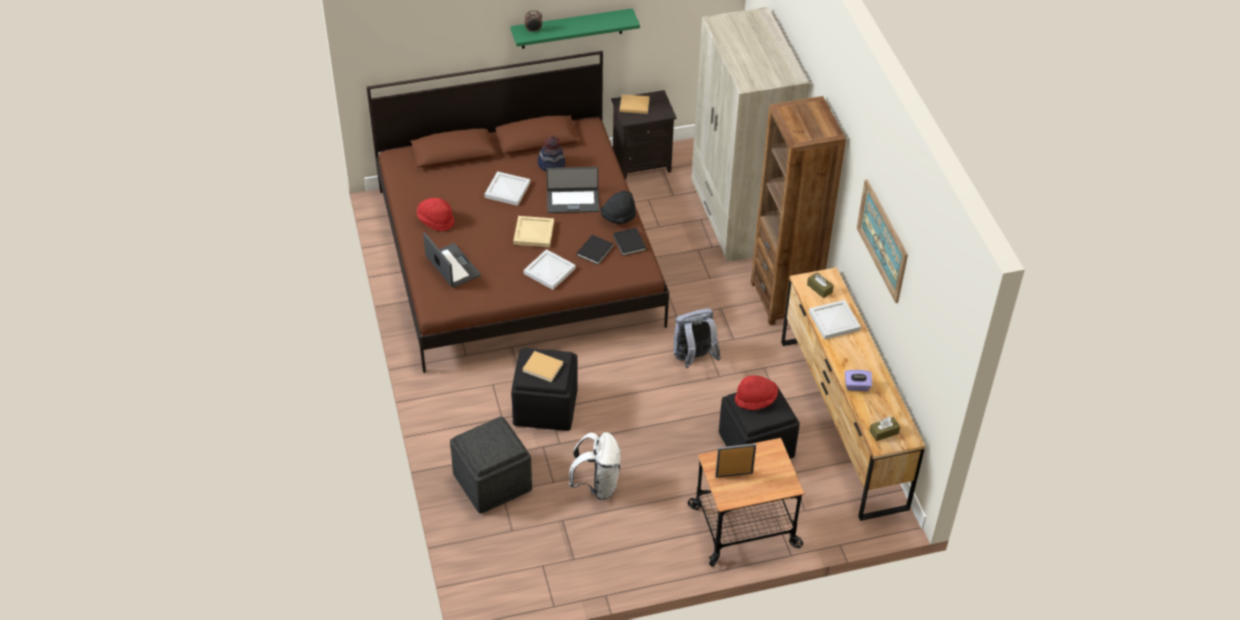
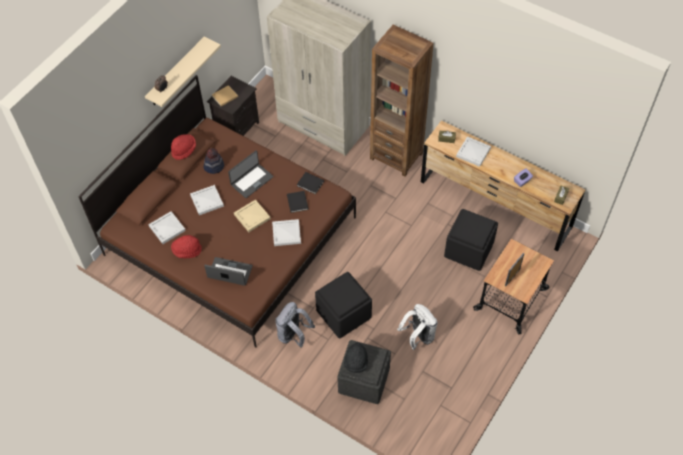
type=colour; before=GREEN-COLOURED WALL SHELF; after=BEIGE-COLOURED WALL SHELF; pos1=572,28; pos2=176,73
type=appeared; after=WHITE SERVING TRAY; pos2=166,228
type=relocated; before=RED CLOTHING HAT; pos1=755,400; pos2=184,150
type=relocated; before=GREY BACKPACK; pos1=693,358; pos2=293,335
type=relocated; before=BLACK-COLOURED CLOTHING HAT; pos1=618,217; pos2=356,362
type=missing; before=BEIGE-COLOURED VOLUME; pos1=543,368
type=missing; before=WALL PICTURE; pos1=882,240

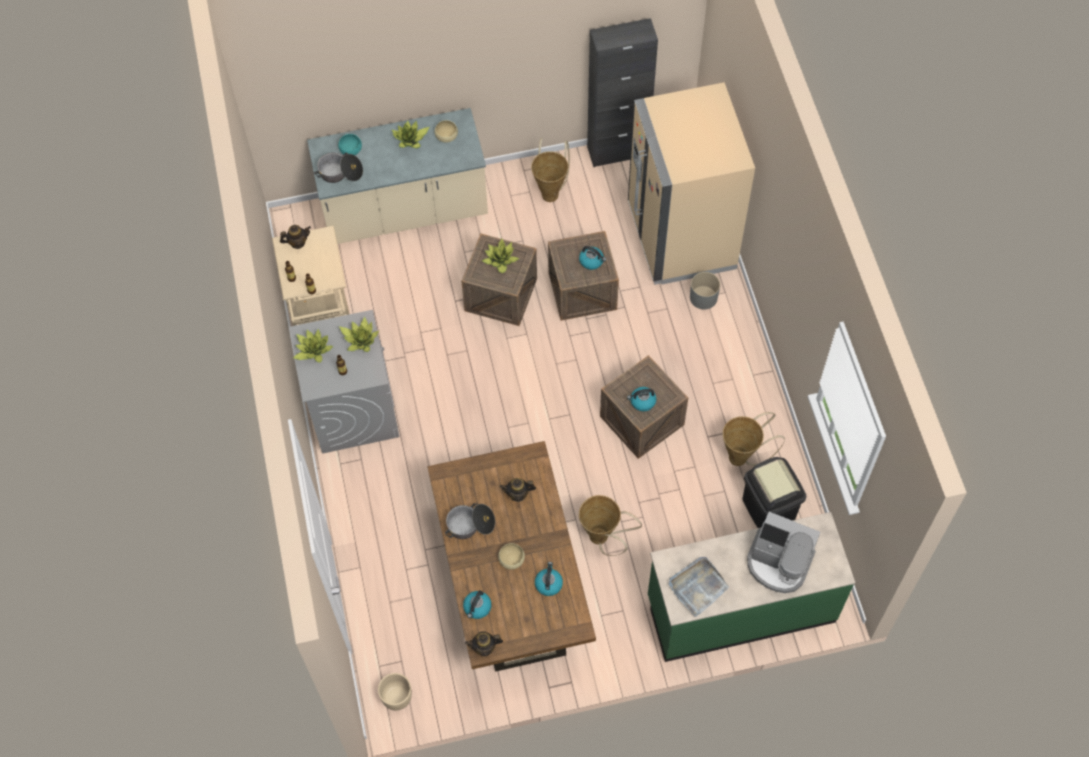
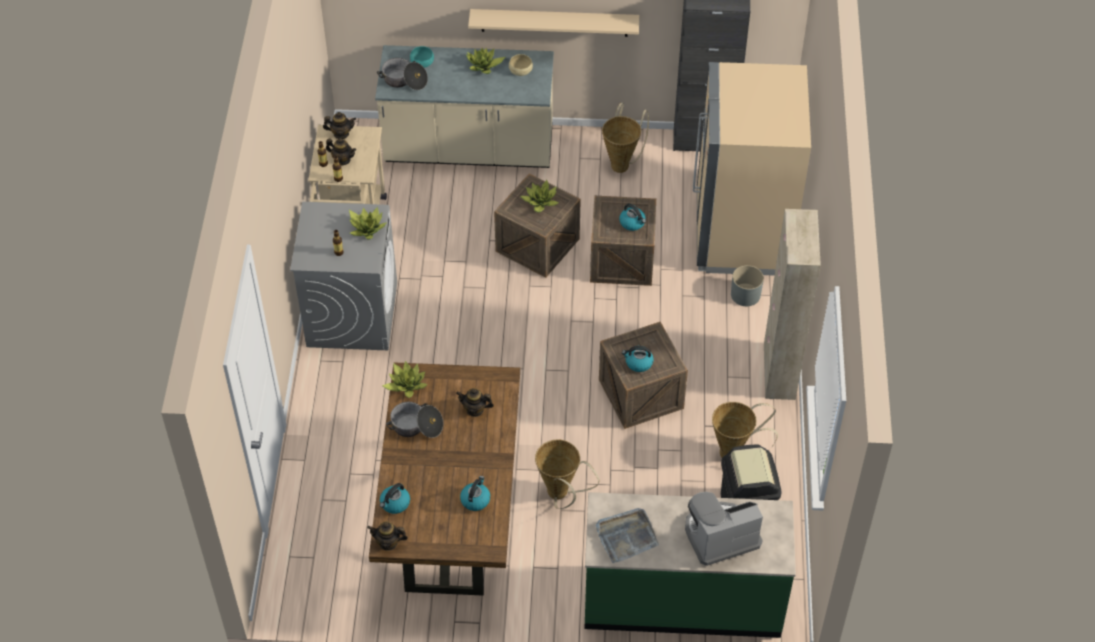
type=appeared; after=TEA POT; pos2=342,160
type=relocated; before=HOUSEPLANT; pos1=313,350; pos2=406,385
type=appeared; after=BEIGE-COLOURED WALL SHELF; pos2=554,22
type=spun; before=COFFEE MAKER; pos1=779,562; pos2=720,535; turn=120
type=appeared; after=BEIGE-COLOURED STORAGE CABINET; pos2=779,372
type=missing; before=BEIGE-COLOURED FLOWER POT; pos1=397,697
type=missing; before=BEIGE-COLOURED SERVING BOWL; pos1=511,559

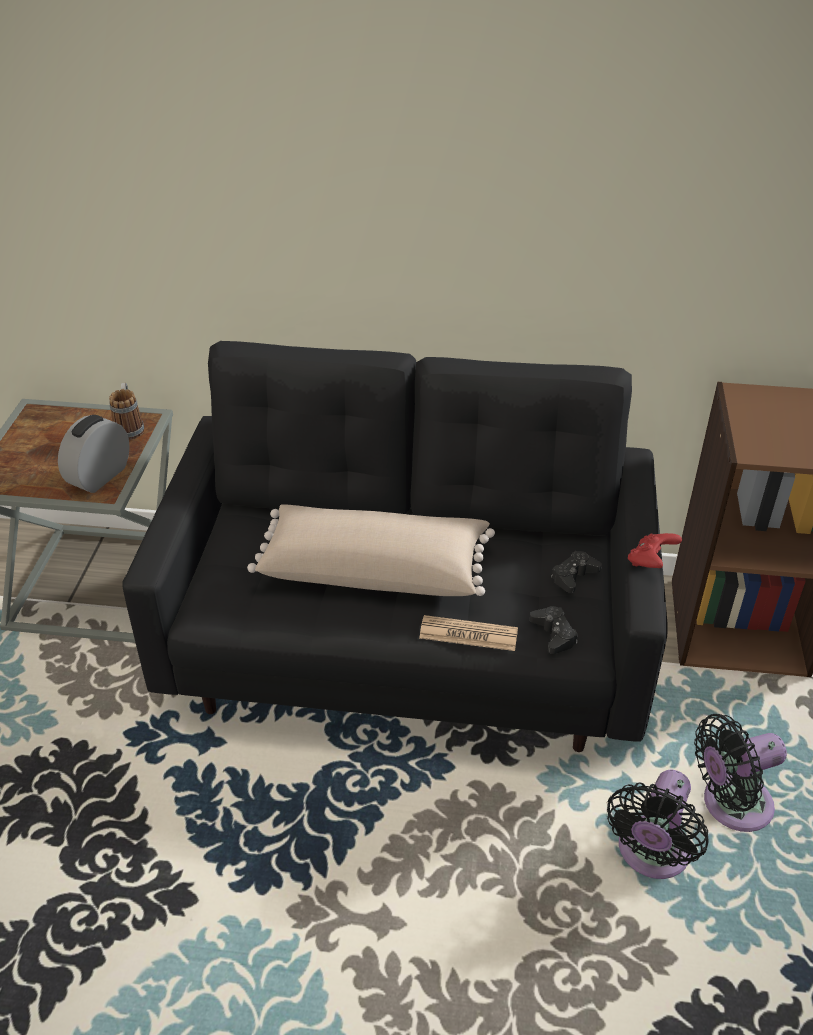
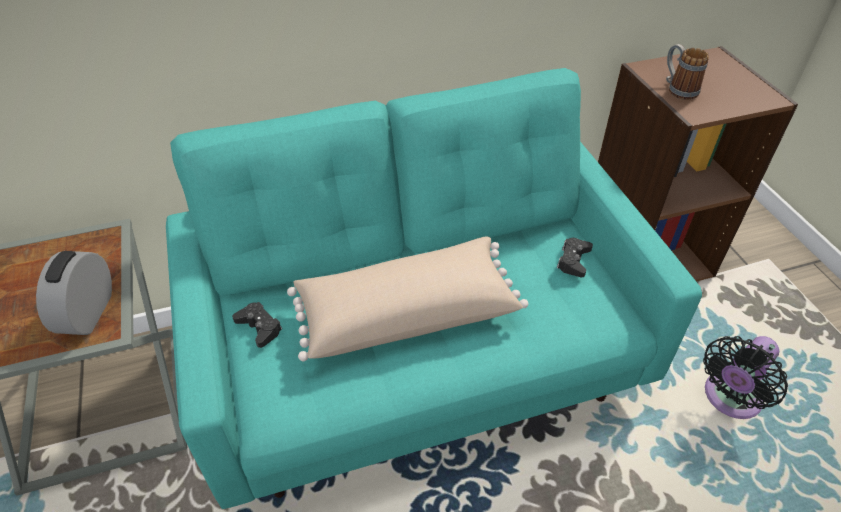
type=colour; before=BLACK-COLOURED SETTEE; after=TURQUOISE-COLOURED SETTEE; pos1=408,651; pos2=422,366
type=relocated; before=BLACK-COLOURED JOYPAD; pos1=554,634; pos2=259,327
type=relocated; before=TEA MUG; pos1=129,427; pos2=678,89
type=missing; before=NEWSPAPER; pos1=468,634
type=missing; before=BLACK-COLOURED COOLING FAN; pos1=650,855
type=missing; before=RED JOYPAD; pos1=650,562

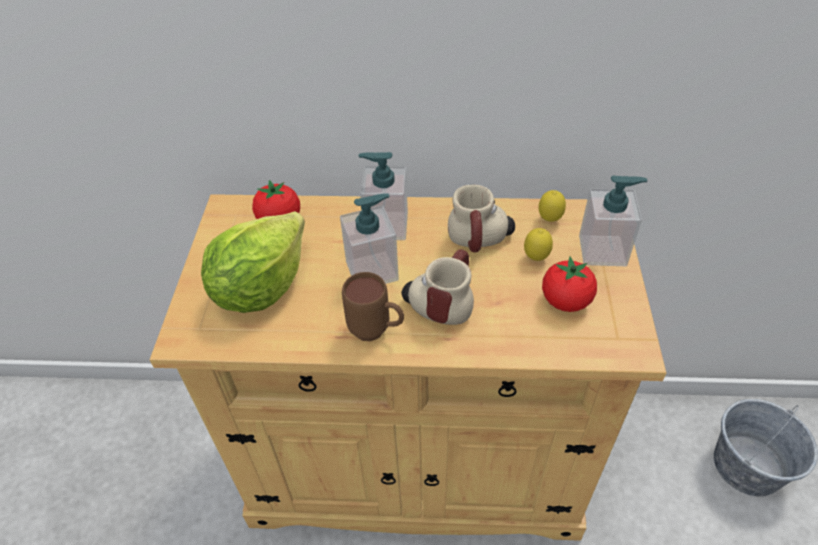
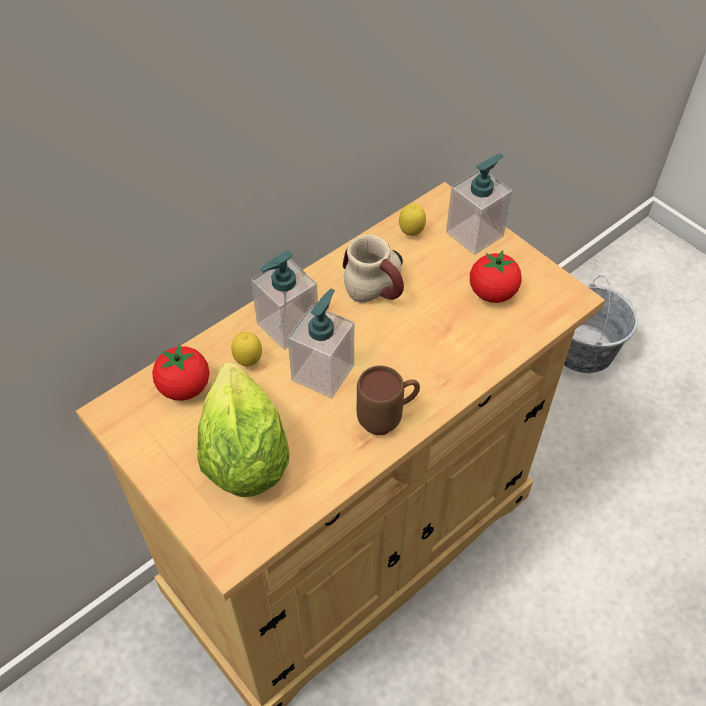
type=relocated; before=WHOLE LEMON; pos1=535,258; pos2=248,362
type=missing; before=TEA MUG; pos1=440,301

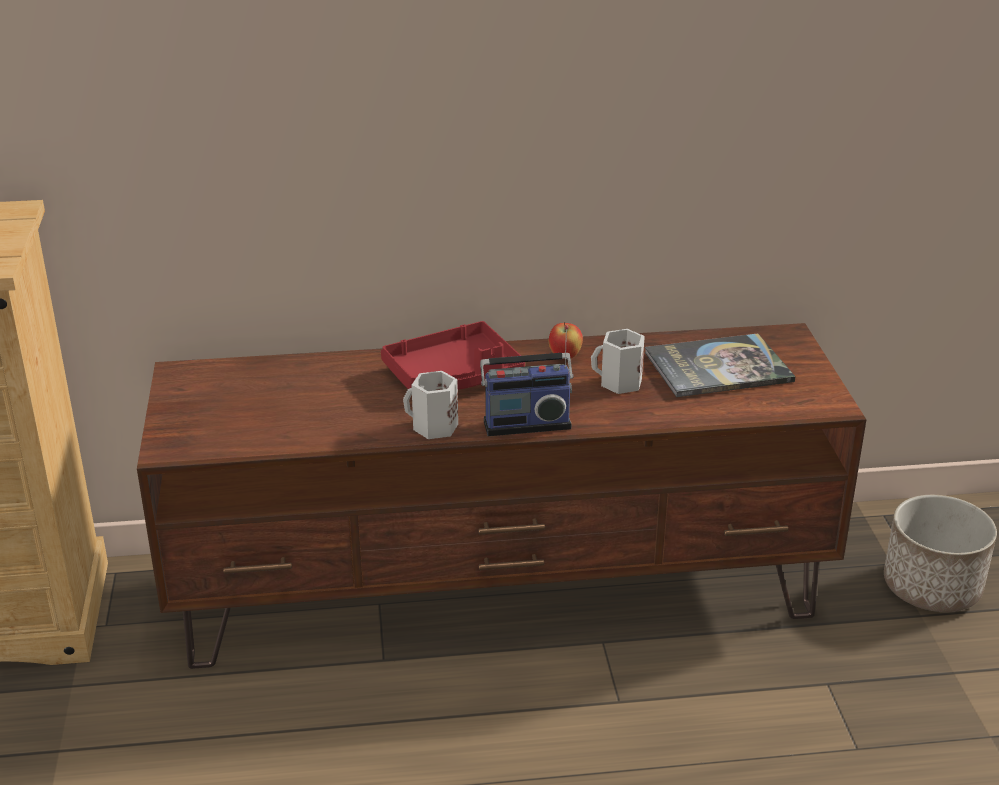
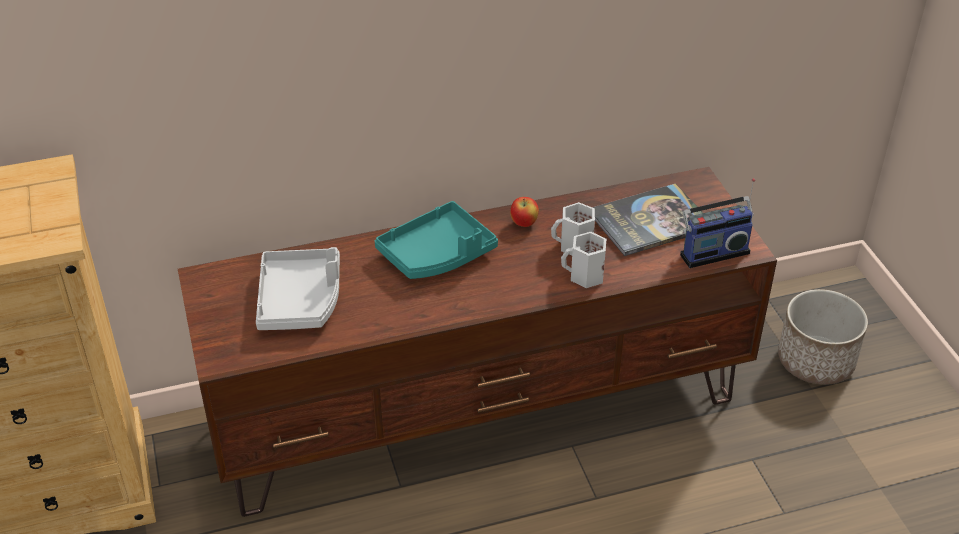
type=appeared; after=GREY SERVING TRAY; pos2=300,300
type=colour; before=RED SERVING TRAY; after=TURQUOISE-COLOURED SERVING TRAY; pos1=453,376; pos2=437,254
type=relocated; before=WHITE TEA MUG; pos1=433,427; pos2=585,276
type=relocated; before=RADIO; pos1=526,422; pos2=712,252

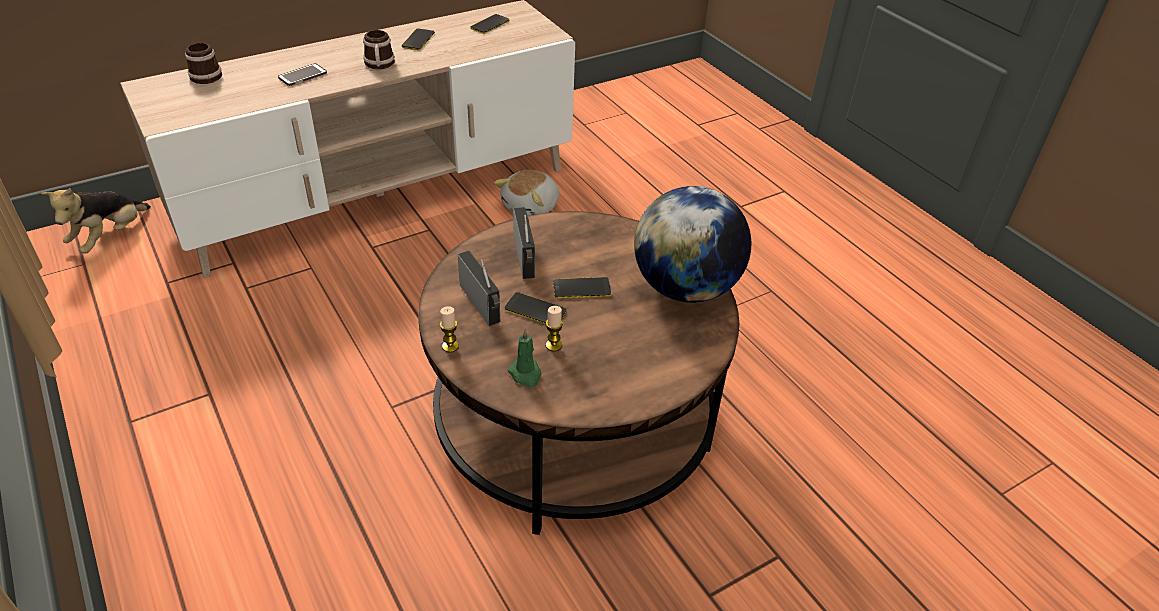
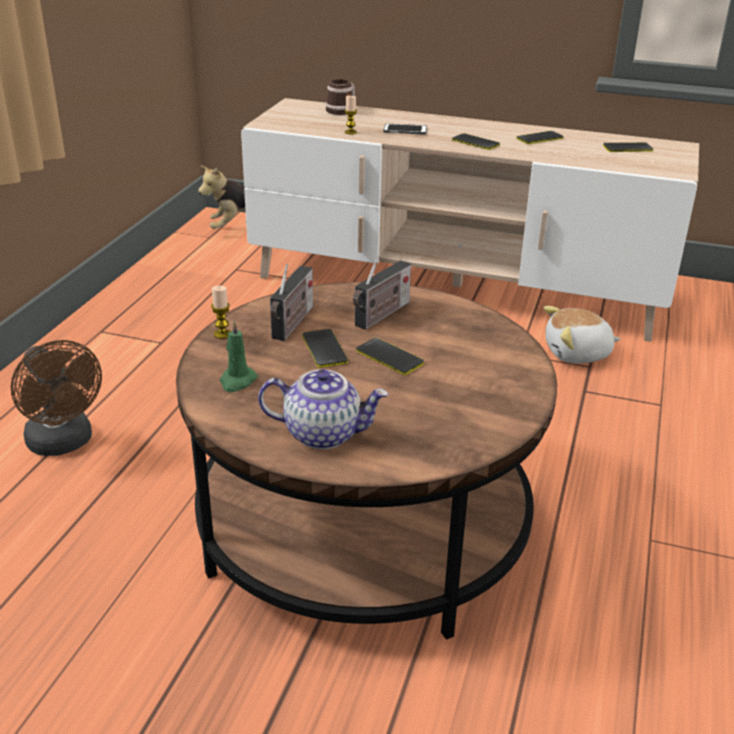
type=appeared; after=BROWN COOLING FAN; pos2=64,443
type=appeared; after=TEA POT; pos2=324,433
type=relocated; before=WAX LIGHT; pos1=553,345; pos2=350,132
type=exchanged; before=TEA MUG; after=TELEPHONE; pos1=379,65; pos2=475,142
type=missing; before=GLOBE; pos1=685,288

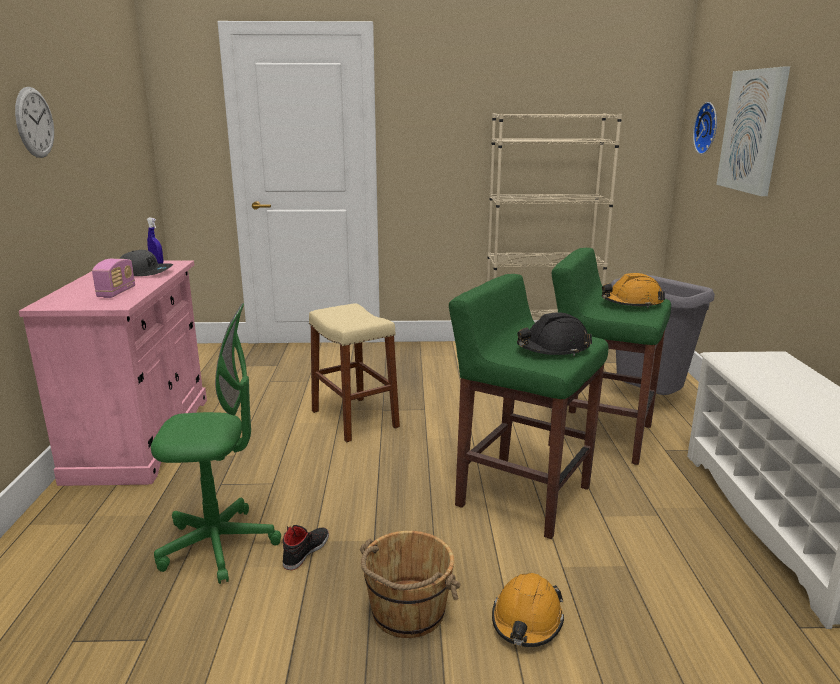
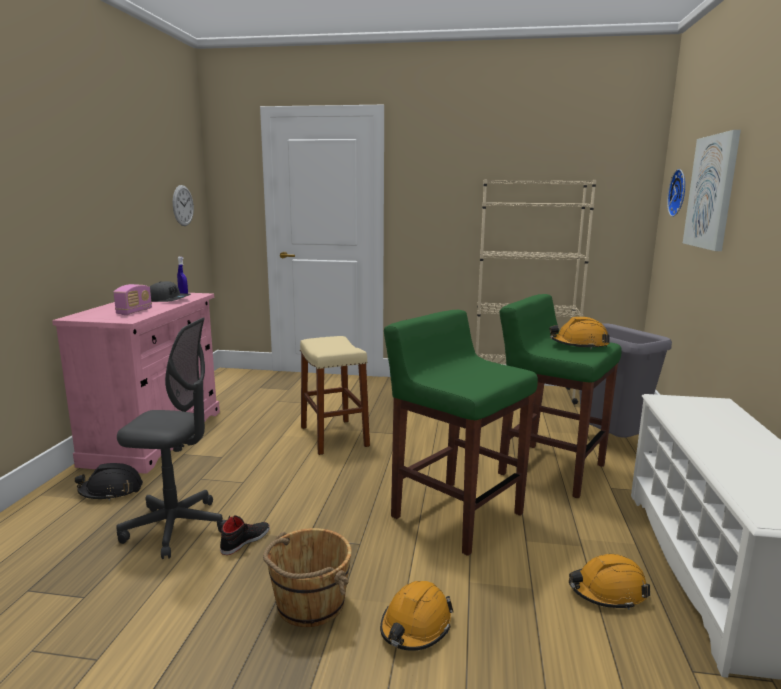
type=relocated; before=BLACK-COLOURED SAFETY HELMET; pos1=553,349; pos2=111,491
type=colour; before=GREEN-COLOURED DESK CHAIR; after=GREY DESK CHAIR; pos1=218,545; pos2=176,528
type=relocated; before=HANGING CLOCK; pos1=34,122; pos2=183,205
type=appeared; after=ORANGE SAFETY HELMET; pos2=607,591

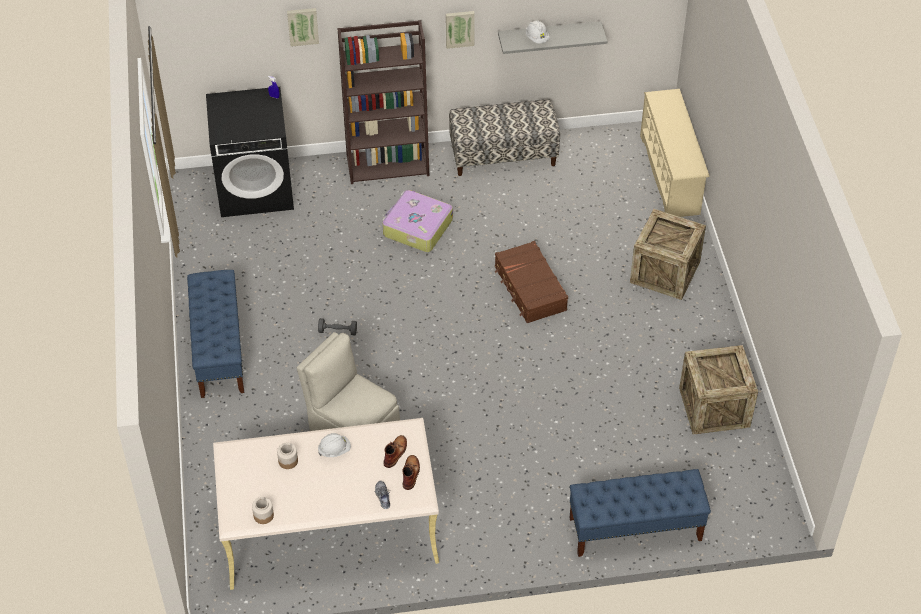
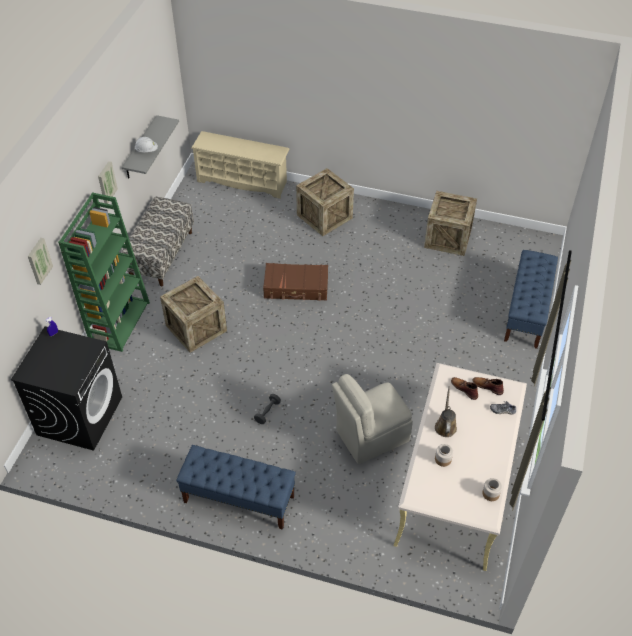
type=colour; before=BROWN BOOKCASE; after=GREEN-COLOURED BOOKCASE; pos1=388,164; pos2=119,322
type=exchanged; before=TRAVEL CASE; after=PACKING CRATE; pos1=416,228; pos2=196,328
type=exchanged; before=WHITE SAFETY HELMET; after=BROWN WATERING CAN; pos1=334,450; pos2=445,425

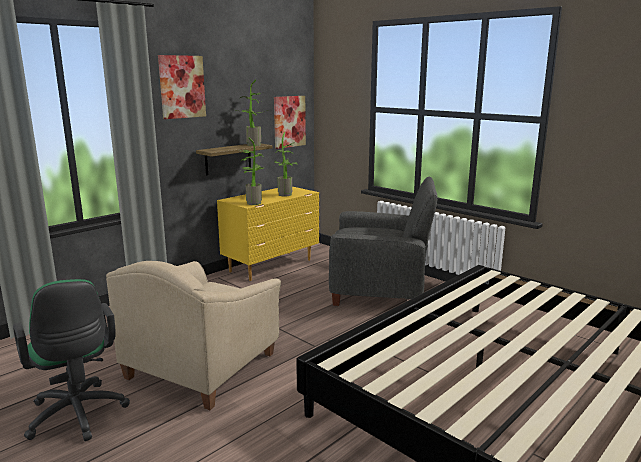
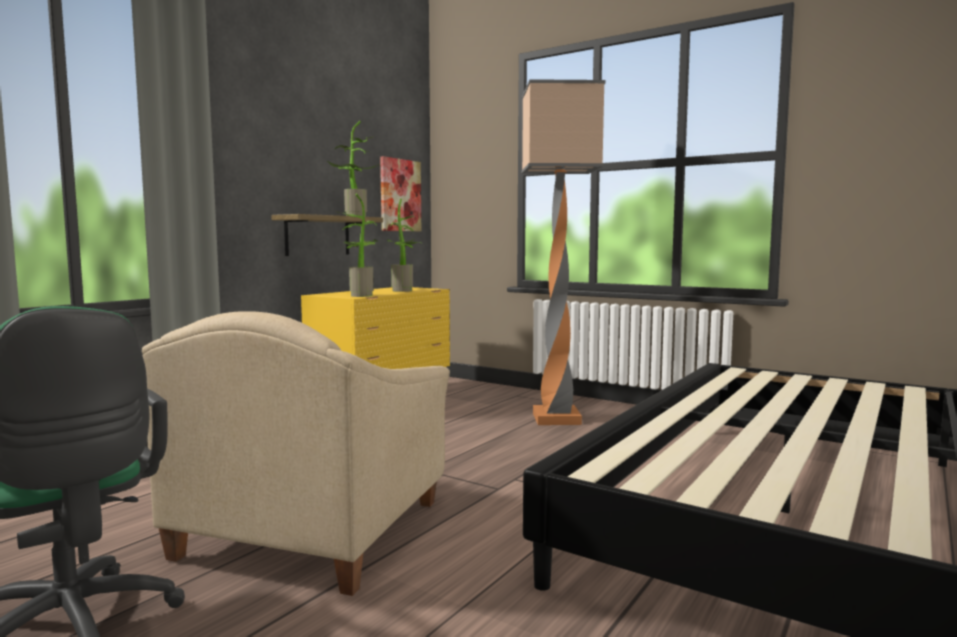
type=exchanged; before=GREY ARMCHAIR; after=FLOOR LAMP; pos1=379,290; pos2=558,419
type=missing; before=WALL PICTURE; pos1=182,87

